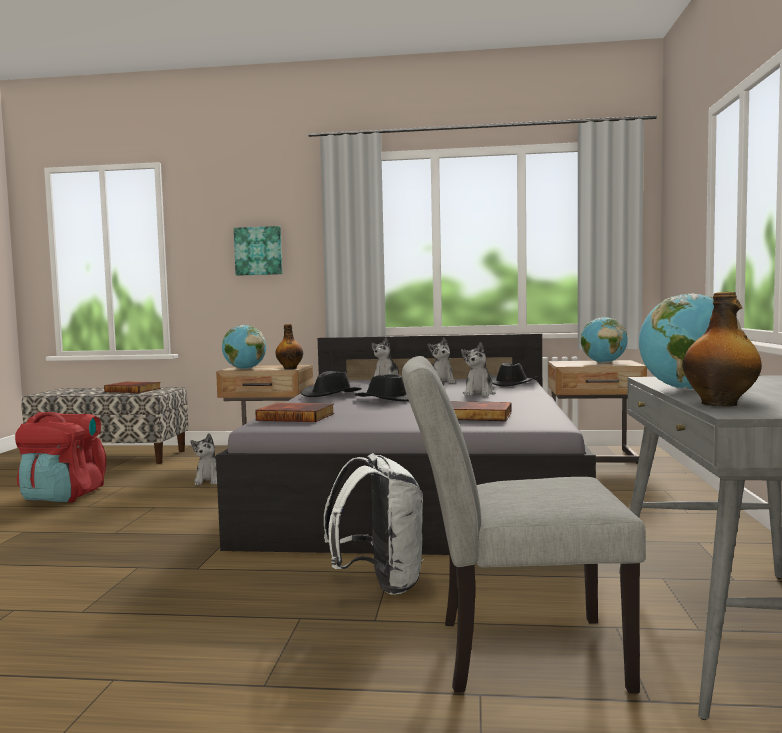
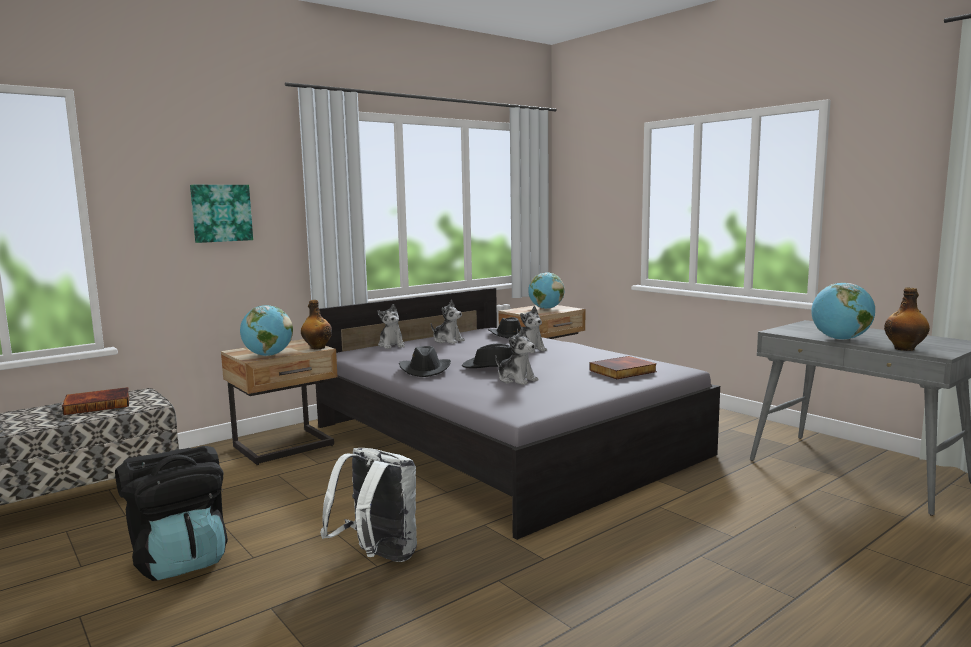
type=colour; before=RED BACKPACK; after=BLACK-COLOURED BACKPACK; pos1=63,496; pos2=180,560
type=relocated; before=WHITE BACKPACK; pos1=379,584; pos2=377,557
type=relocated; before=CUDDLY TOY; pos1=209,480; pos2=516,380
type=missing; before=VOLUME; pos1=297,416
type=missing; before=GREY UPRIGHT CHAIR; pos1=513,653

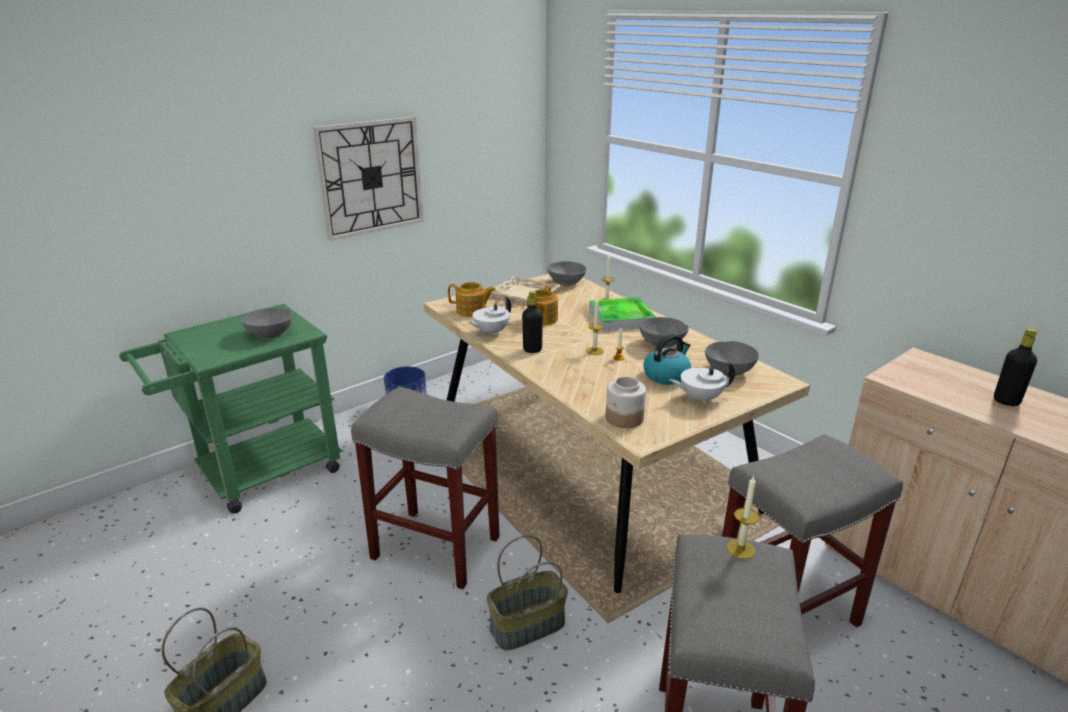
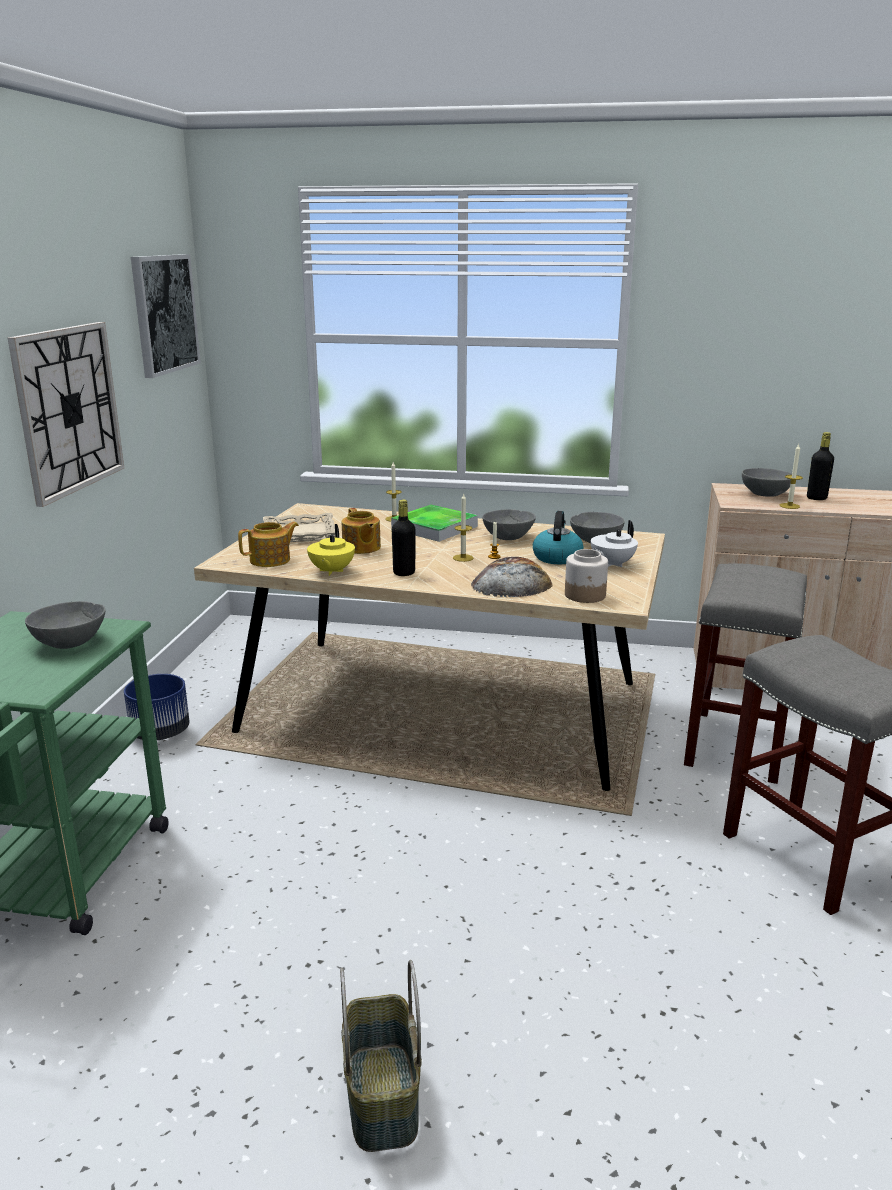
type=appeared; after=WALL PICTURE; pos2=164,314
type=colour; before=WHITE TEA POT; after=YELLOW TEA POT; pos1=491,332; pos2=331,571
type=appeared; after=BAKED BREAD; pos2=512,583
type=relocated; before=GREY SERVING BOWL; pos1=566,283; pos2=765,494
type=relocated; before=WAX LIGHT; pos1=740,549; pos2=789,506
type=missing; before=GREY STOOL; pos1=438,547
type=missing; before=STORAGE BASKET; pos1=527,627

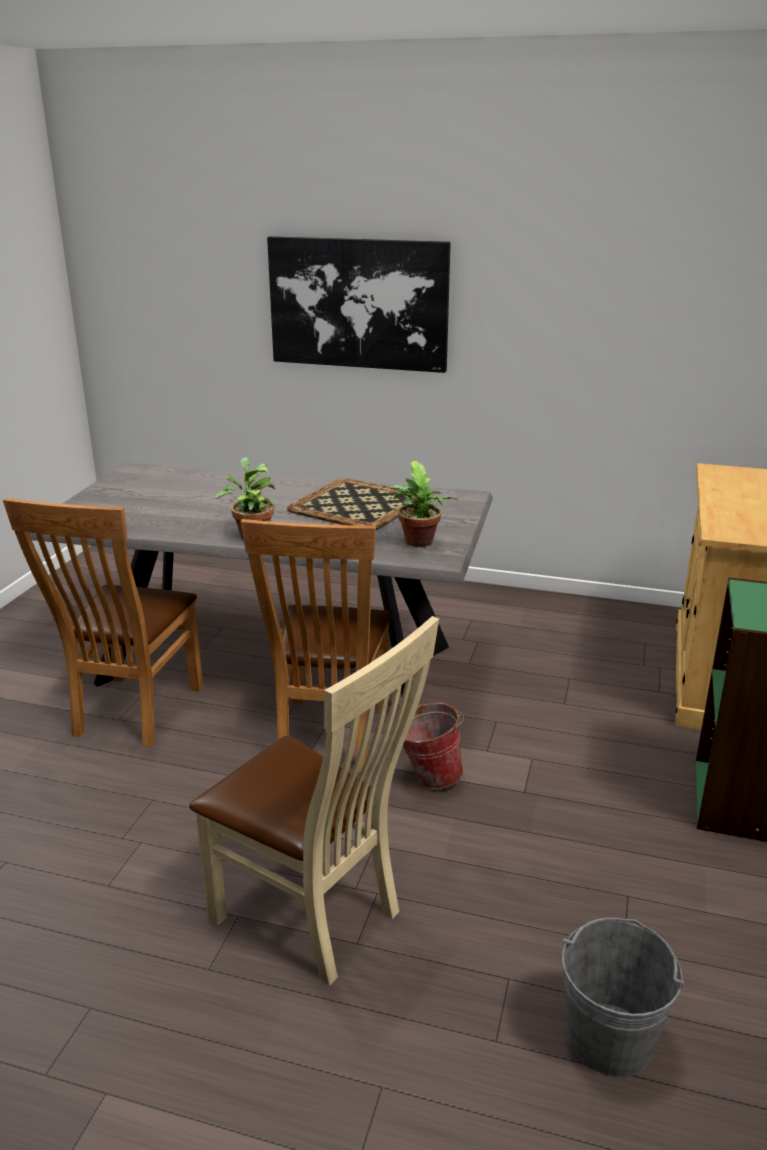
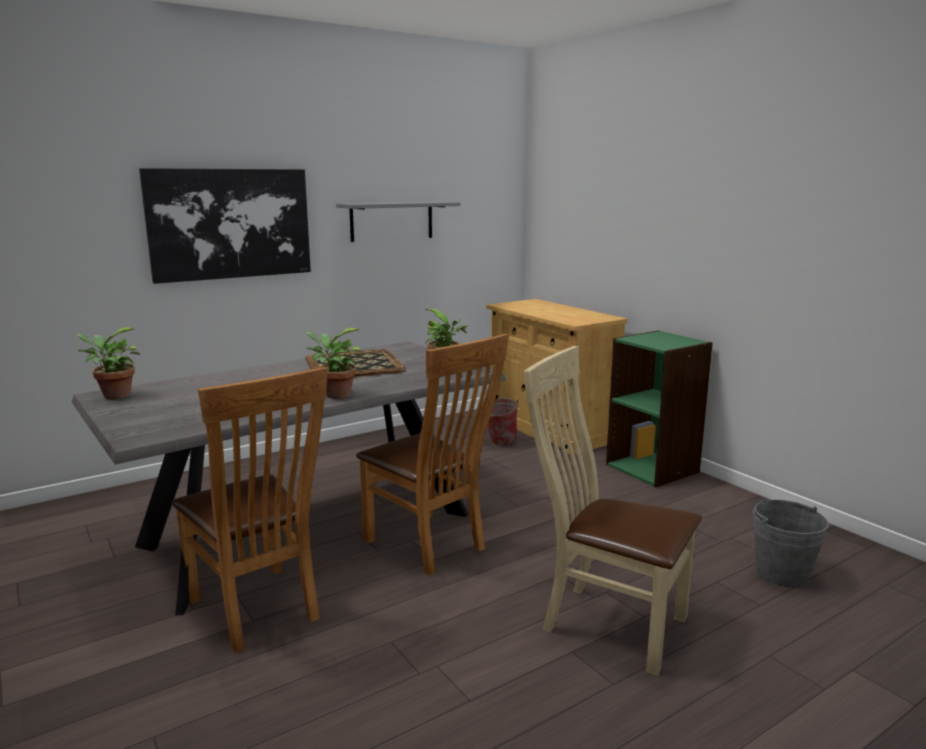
type=appeared; after=HOUSEPLANT; pos2=113,396
type=appeared; after=GREY WALL SHELF; pos2=391,221
type=relocated; before=BUCKET; pos1=427,777; pos2=498,443
type=spun; before=BEIGE-COLOURED UPRIGHT CHAIR; pos1=315,918; pos2=606,622; turn=-135

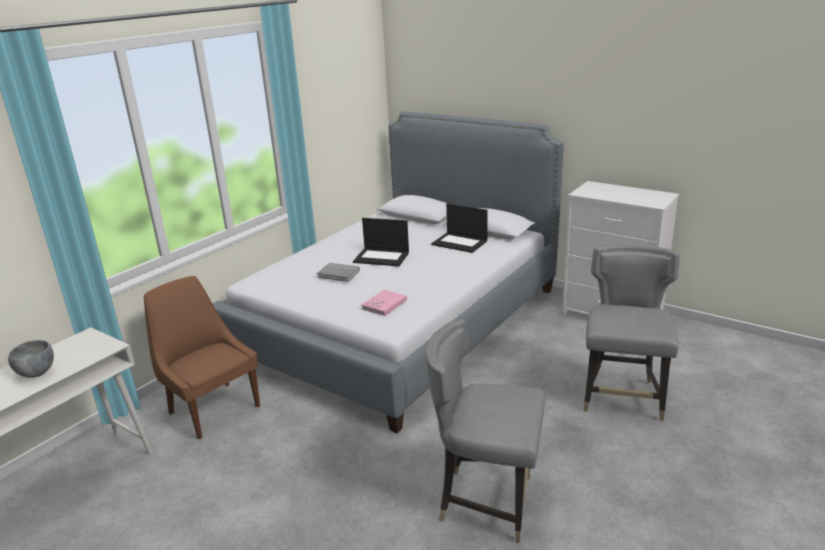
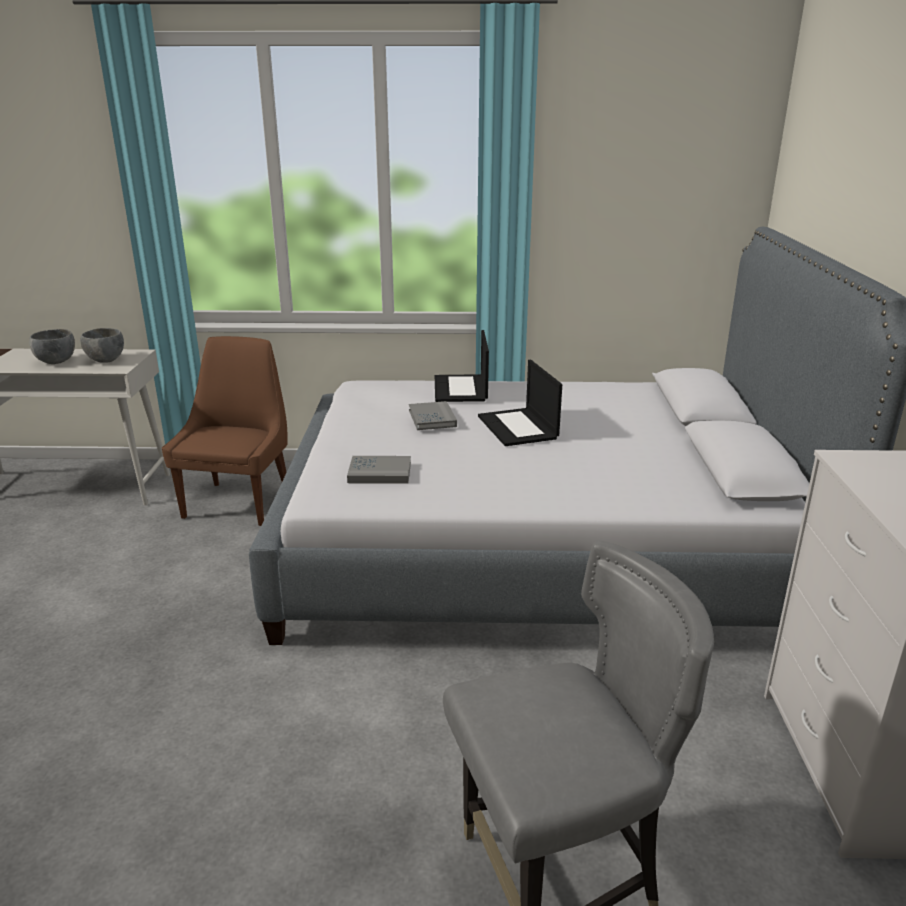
type=appeared; after=GREY SERVING BOWL; pos2=105,360
type=colour; before=PINKISH VOLUME; after=GREY VOLUME; pos1=384,304; pos2=379,473
type=relocated; before=PORTABLE COMPUTER; pos1=460,243; pos2=461,389
type=missing; before=GREY UPRIGHT CHAIR; pos1=486,501

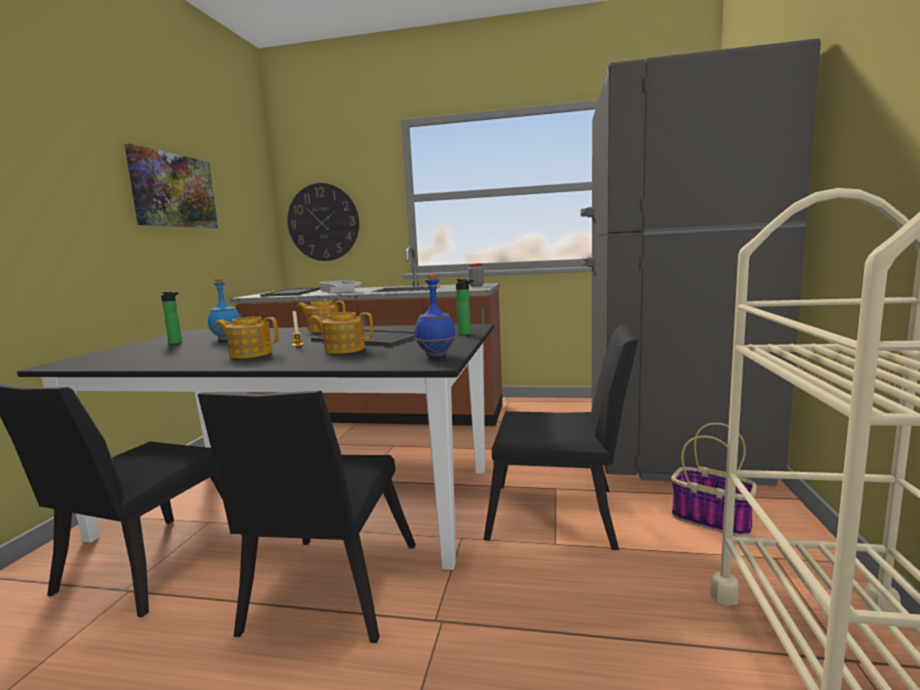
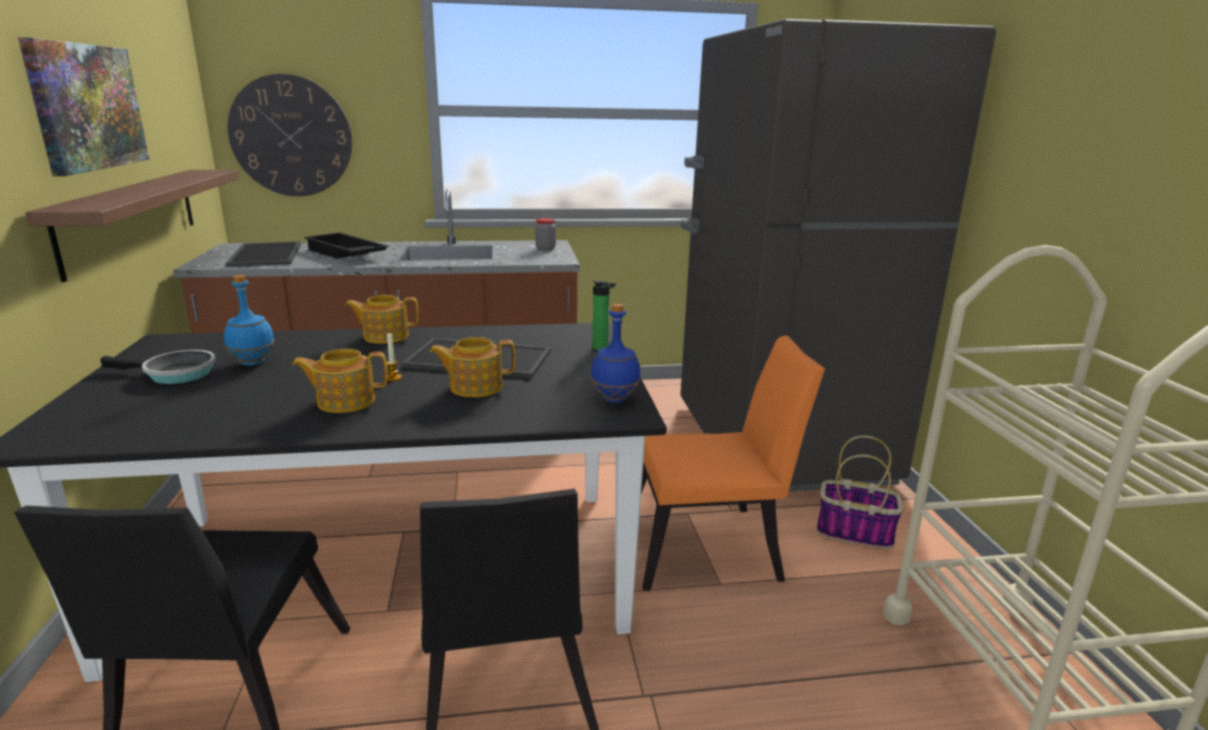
type=appeared; after=WALL SHELF; pos2=131,217
type=exchanged; before=DRINK BOTTLE; after=SKILLET; pos1=177,342; pos2=175,374
type=colour; before=WHITE SERVING TRAY; after=BLACK-COLOURED SERVING TRAY; pos1=338,291; pos2=345,254
type=colour; before=BLACK-COLOURED UPRIGHT CHAIR; after=ORANGE UPRIGHT CHAIR; pos1=562,516; pos2=711,549

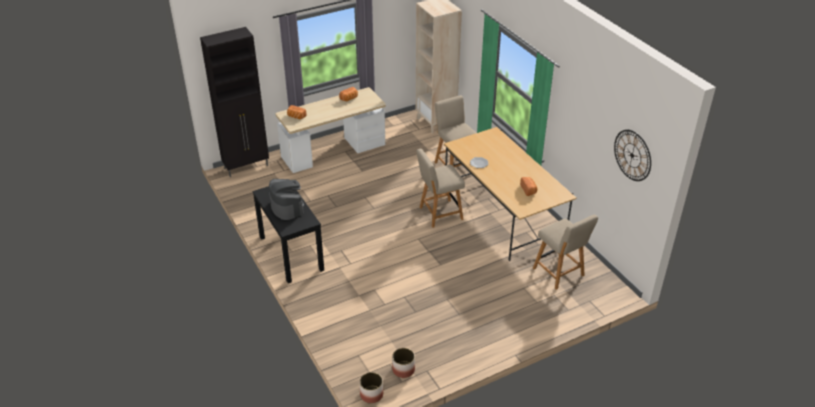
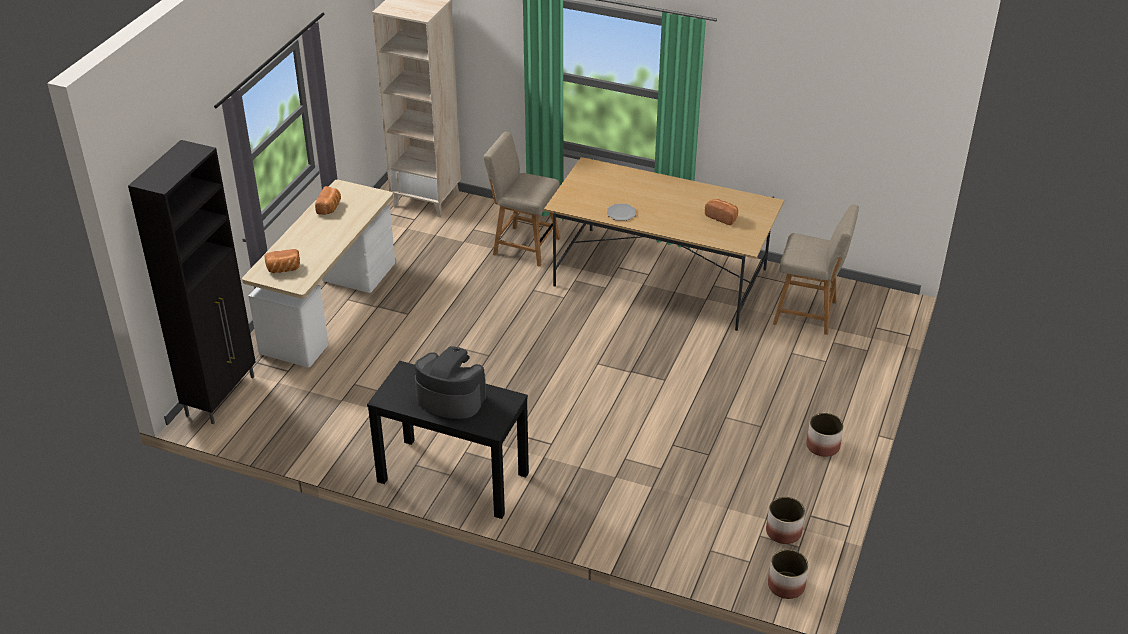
type=appeared; after=FLOWER POT; pos2=823,446
type=missing; before=BEIGE-COLOURED UPRIGHT CHAIR; pos1=439,214
type=missing; before=HANGING CLOCK; pos1=632,155

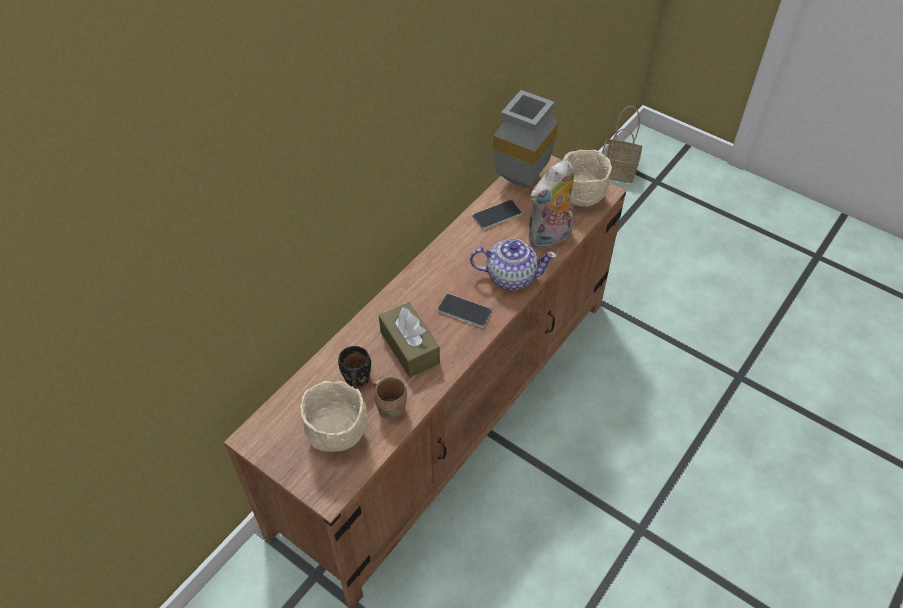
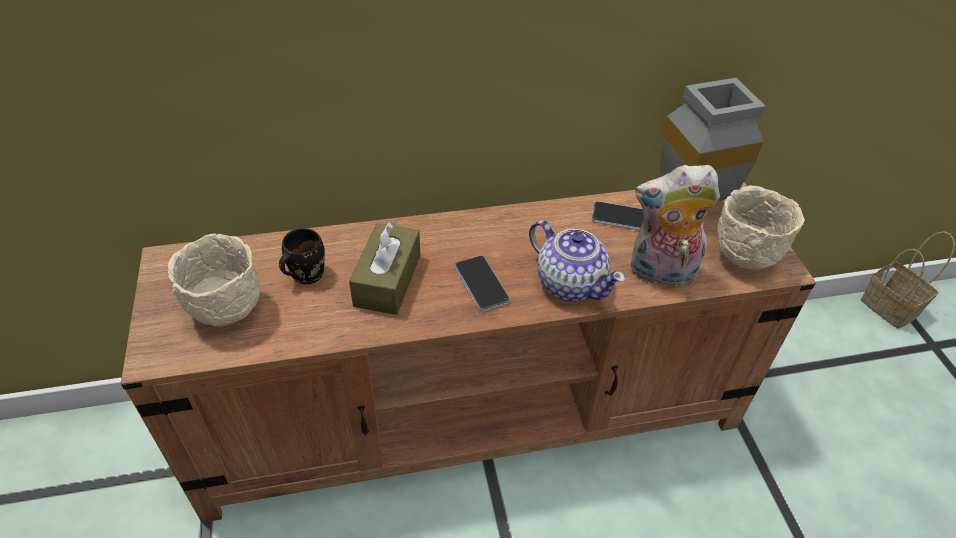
type=missing; before=BROWN TEA MUG; pos1=391,407

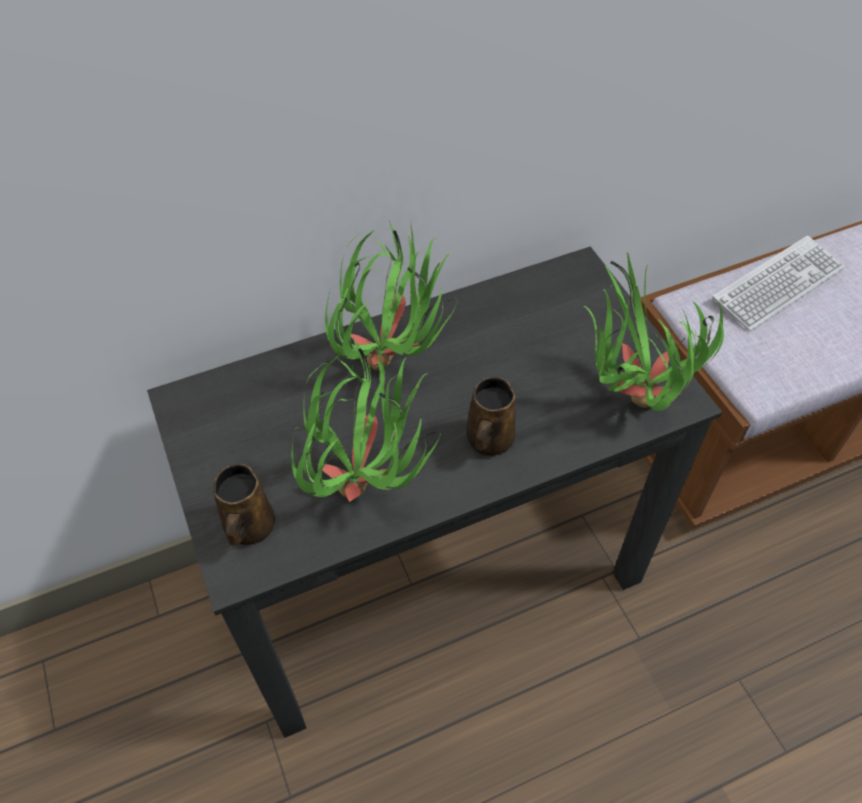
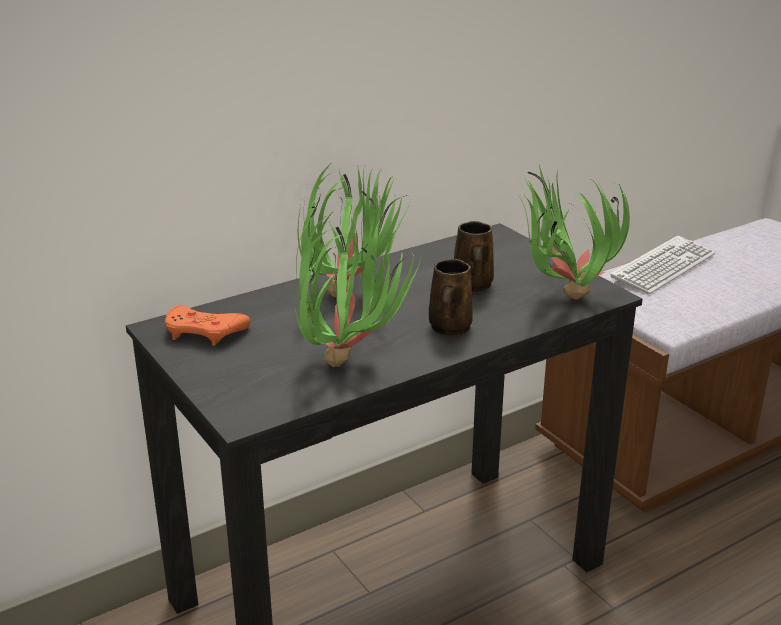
type=appeared; after=ORANGE JOYPAD; pos2=204,331
type=relocated; before=BROWN TEA MUG; pos1=249,528; pos2=472,286

